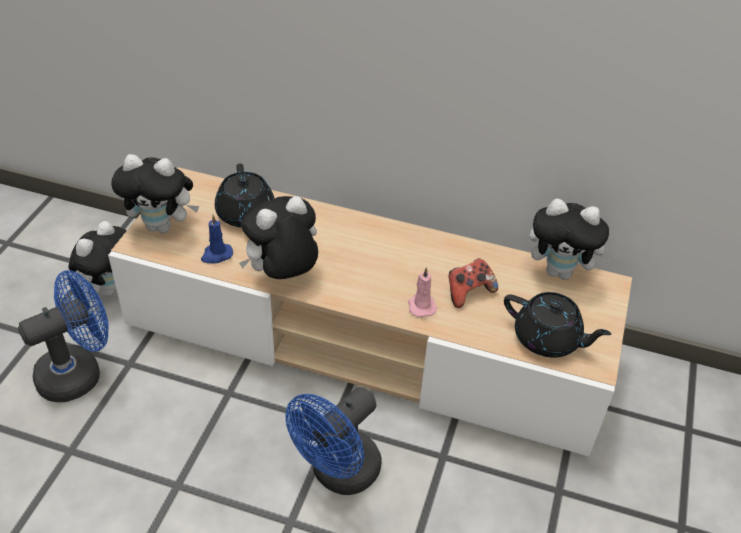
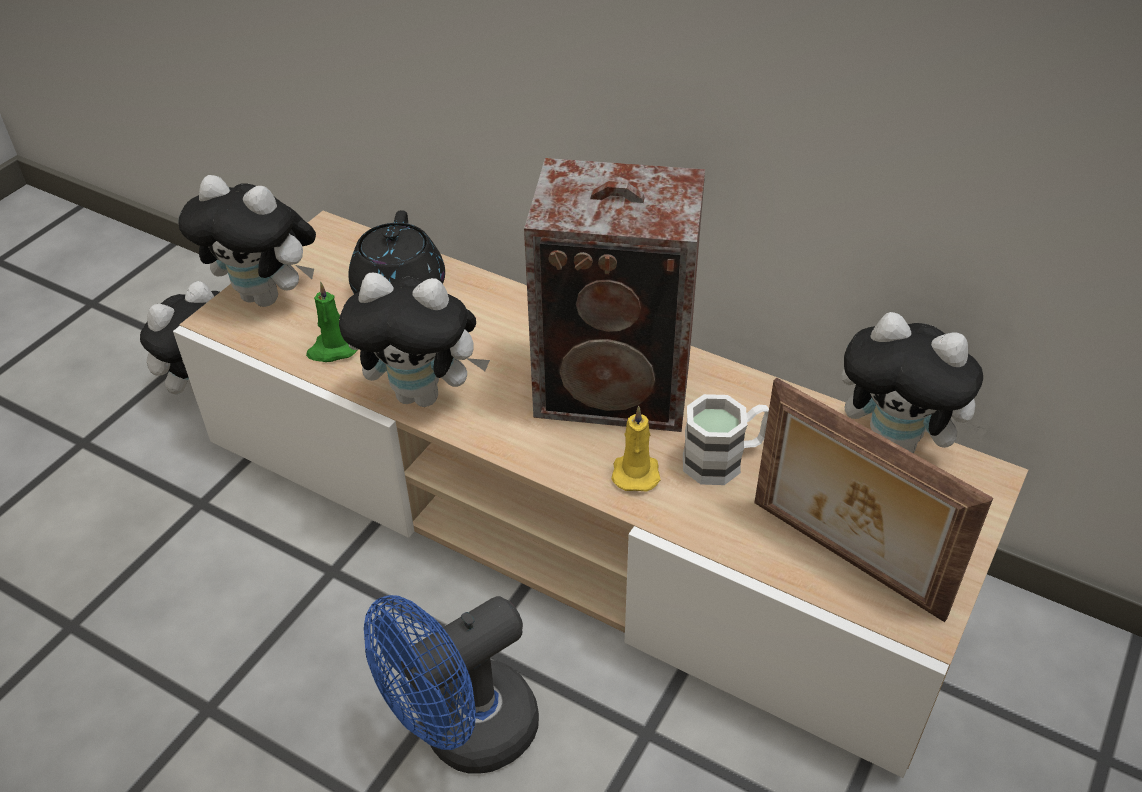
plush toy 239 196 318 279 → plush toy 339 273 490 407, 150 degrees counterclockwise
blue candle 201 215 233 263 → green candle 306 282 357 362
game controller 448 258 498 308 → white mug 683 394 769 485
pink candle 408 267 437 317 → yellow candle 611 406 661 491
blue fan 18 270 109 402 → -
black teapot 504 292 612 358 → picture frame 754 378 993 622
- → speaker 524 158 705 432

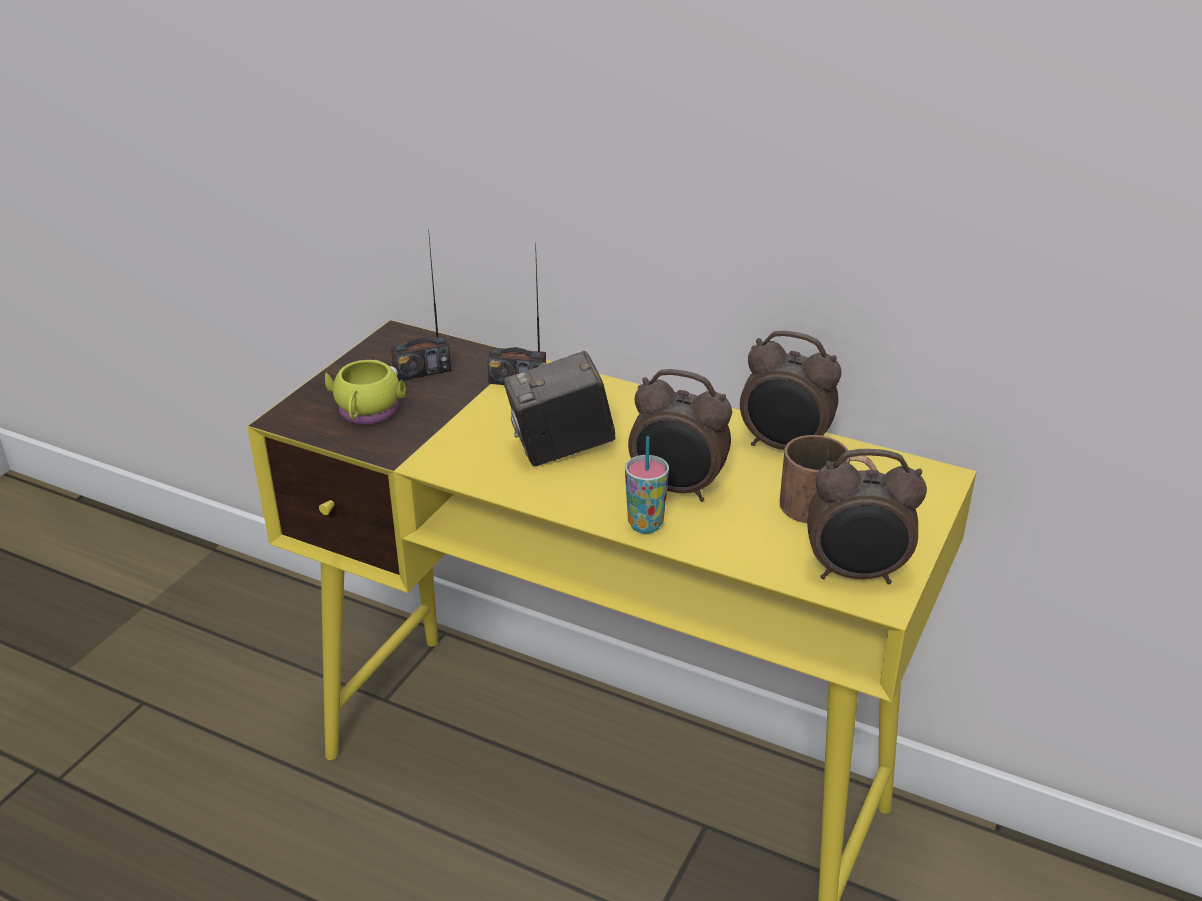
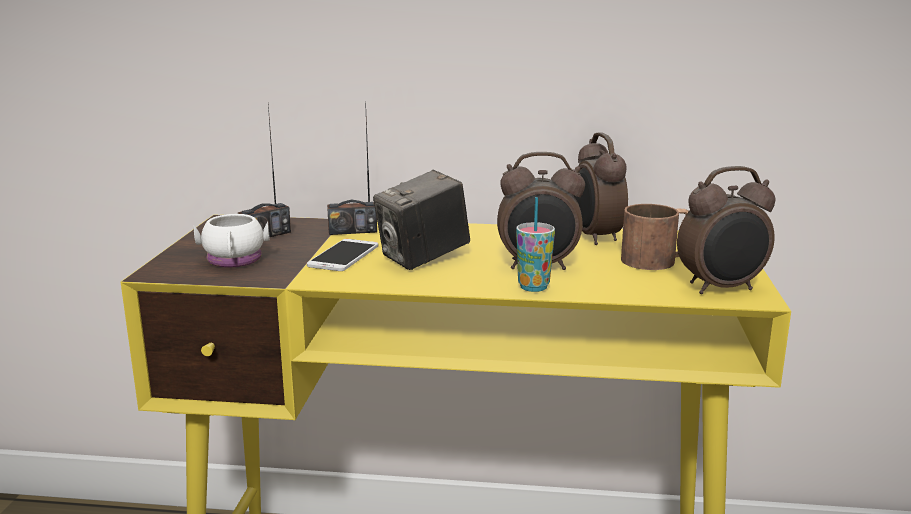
alarm clock 740 331 842 450 → alarm clock 573 132 628 245, 75 degrees clockwise
yellow mug 325 360 406 425 → white mug 194 214 269 267
- → phone 307 239 378 271

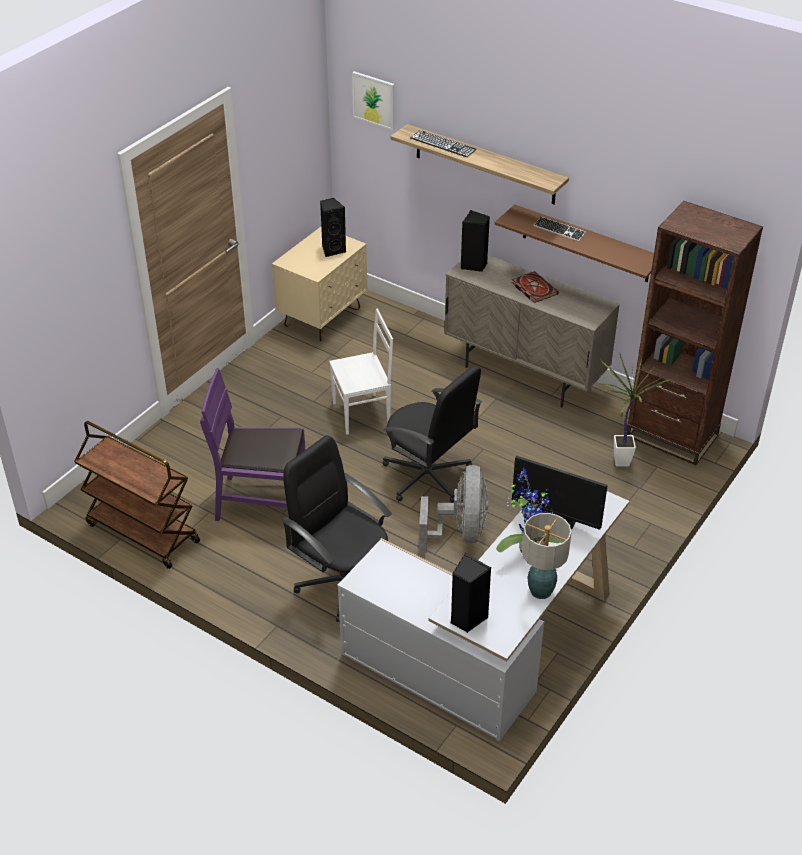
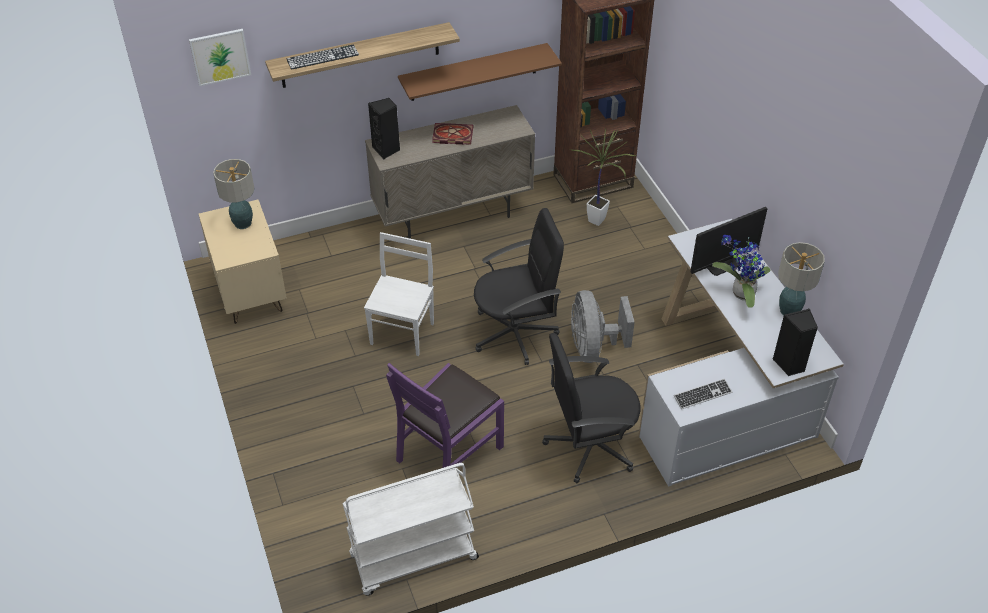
black speaker 320 198 346 257 → table lamp 213 159 254 229
keyboard 533 216 586 241 → keyboard 674 378 732 409, relocated
brown cart 74 421 200 569 → white cart 342 463 479 596
grey fan 419 465 488 553 → grey fan 571 290 635 363, 135 degrees counterclockwise

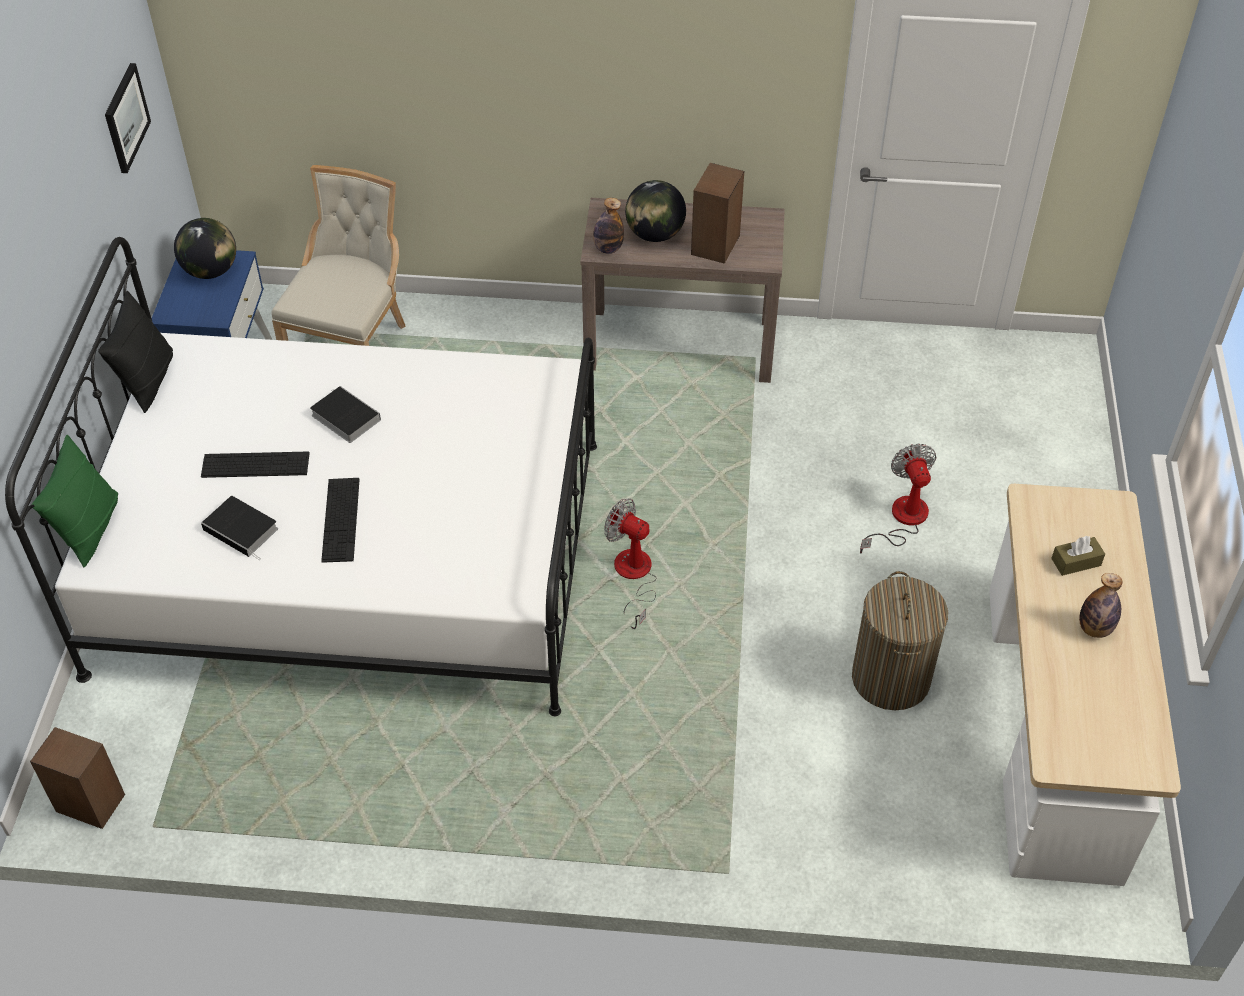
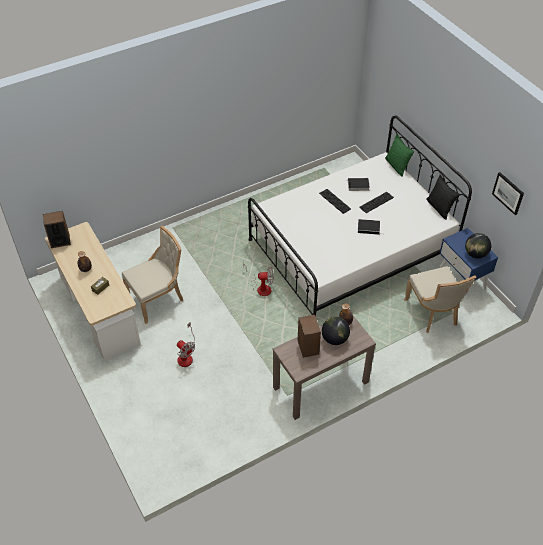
laundry basket 852 571 948 710 → beige chair 122 226 183 324
speaker 30 727 125 829 → speaker 43 211 71 248, relocated

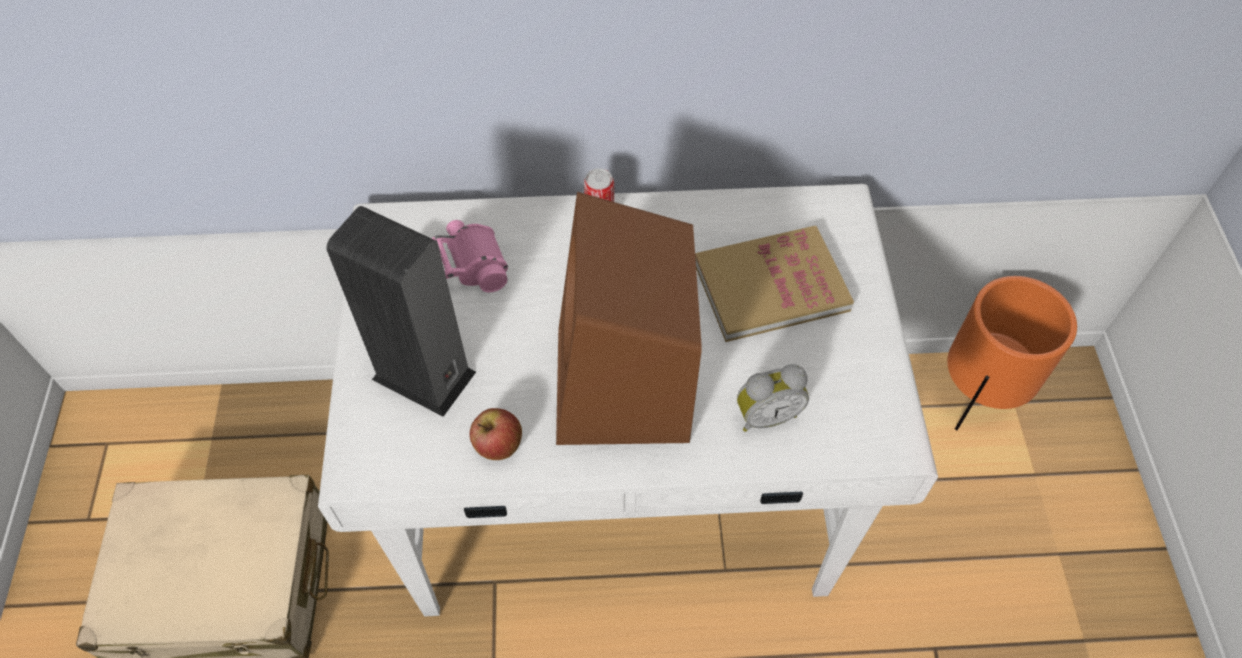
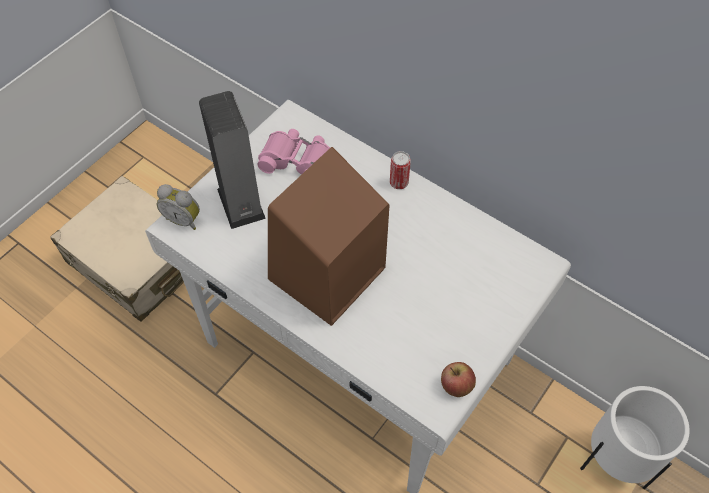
book 695 226 854 342 → -
orange planter 947 276 1077 430 → white planter 580 386 690 490
alarm clock 737 364 809 432 → alarm clock 157 184 200 230, relocated
apple 470 408 522 460 → apple 441 362 476 397, relocated

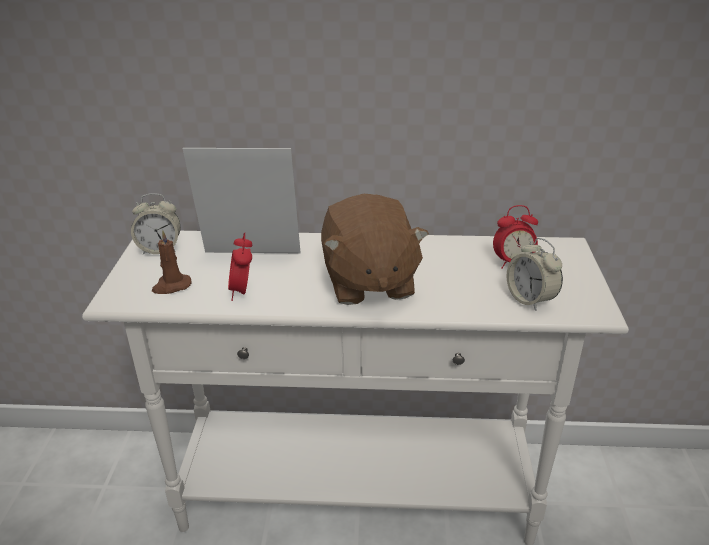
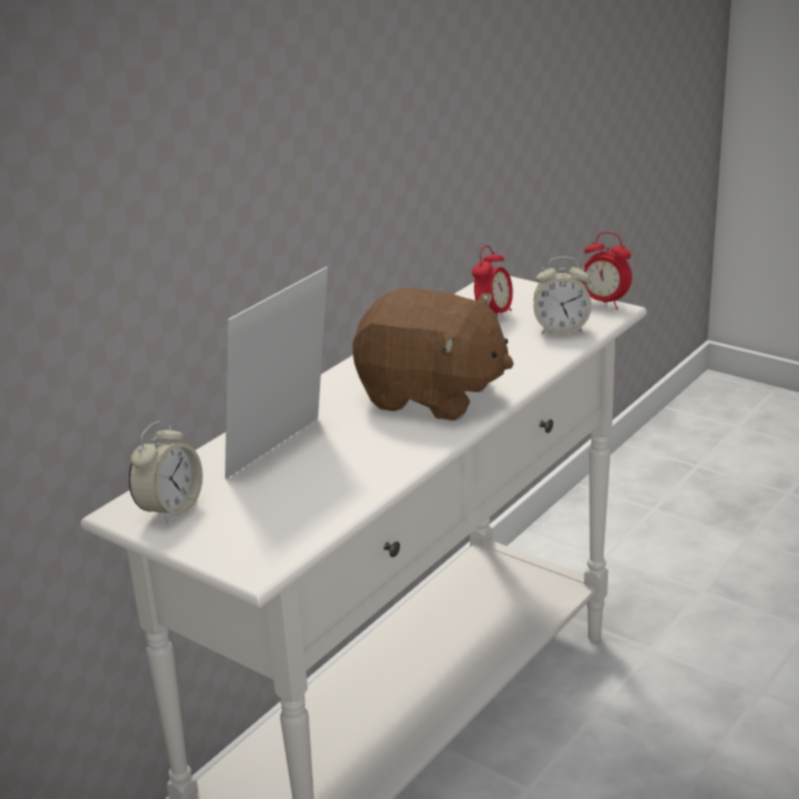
brown candle 152 230 192 294 → -
alarm clock 228 232 252 301 → alarm clock 583 232 632 309, relocated

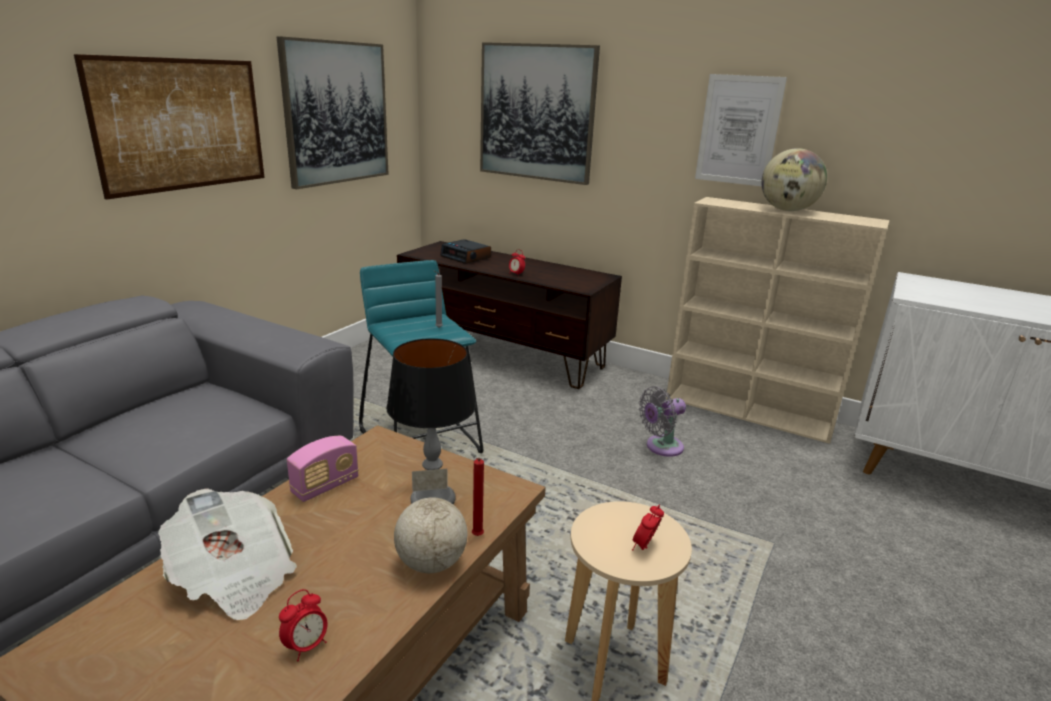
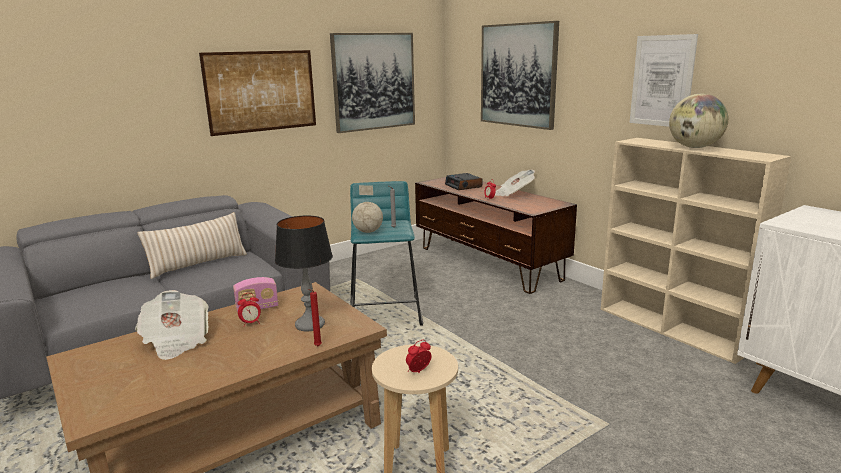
grey fan 639 386 686 457 → -
globe 394 469 467 573 → globe 352 185 383 233, relocated
alarm clock 279 589 328 661 → alarm clock 238 293 261 327, relocated
- → newspaper 495 170 535 196
- → beige pillow 137 212 247 279

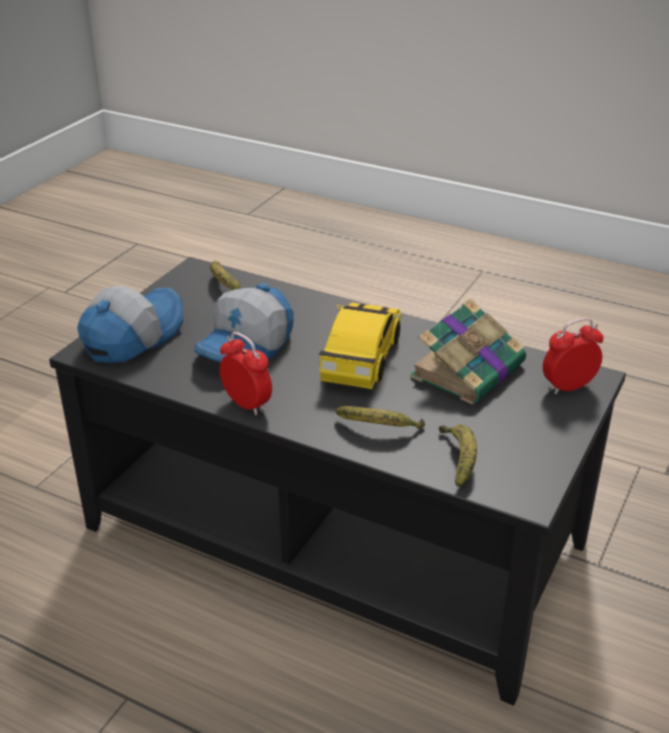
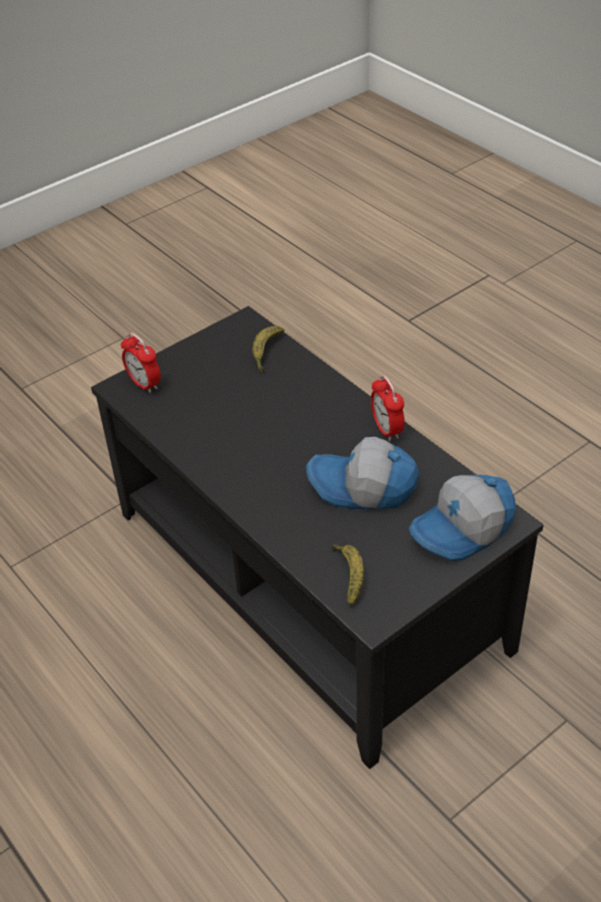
cap 194 283 294 362 → cap 306 437 419 509, 135 degrees counterclockwise
book 410 298 526 405 → -
toy car 319 303 402 389 → -
alarm clock 543 318 604 394 → alarm clock 121 333 161 393, 45 degrees clockwise
banana 335 406 425 428 → -

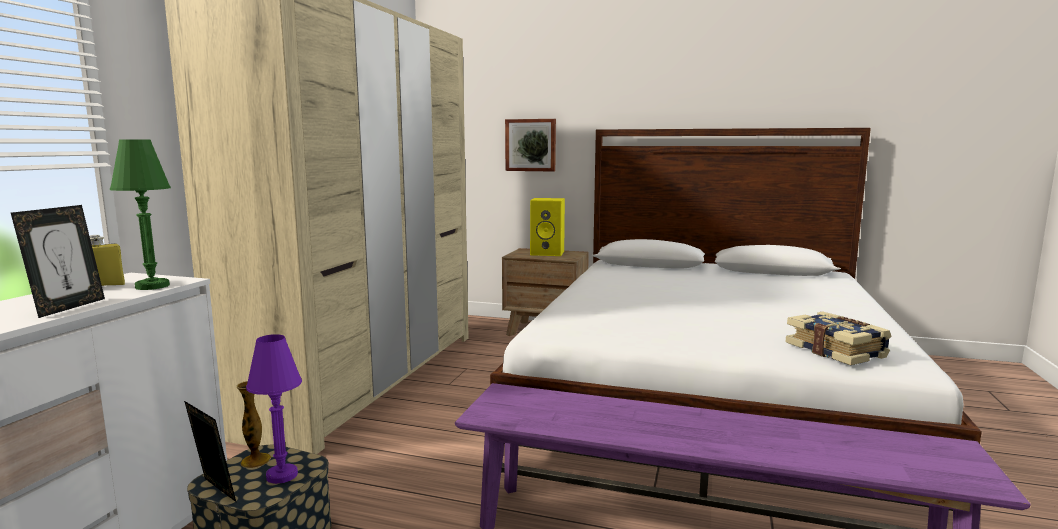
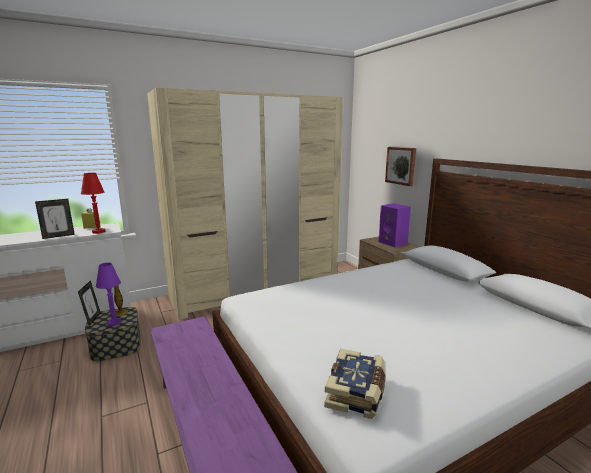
green table lamp 110 140 171 290 → red table lamp 81 173 106 234
yellow speaker 530 198 565 256 → purple speaker 378 203 411 247

